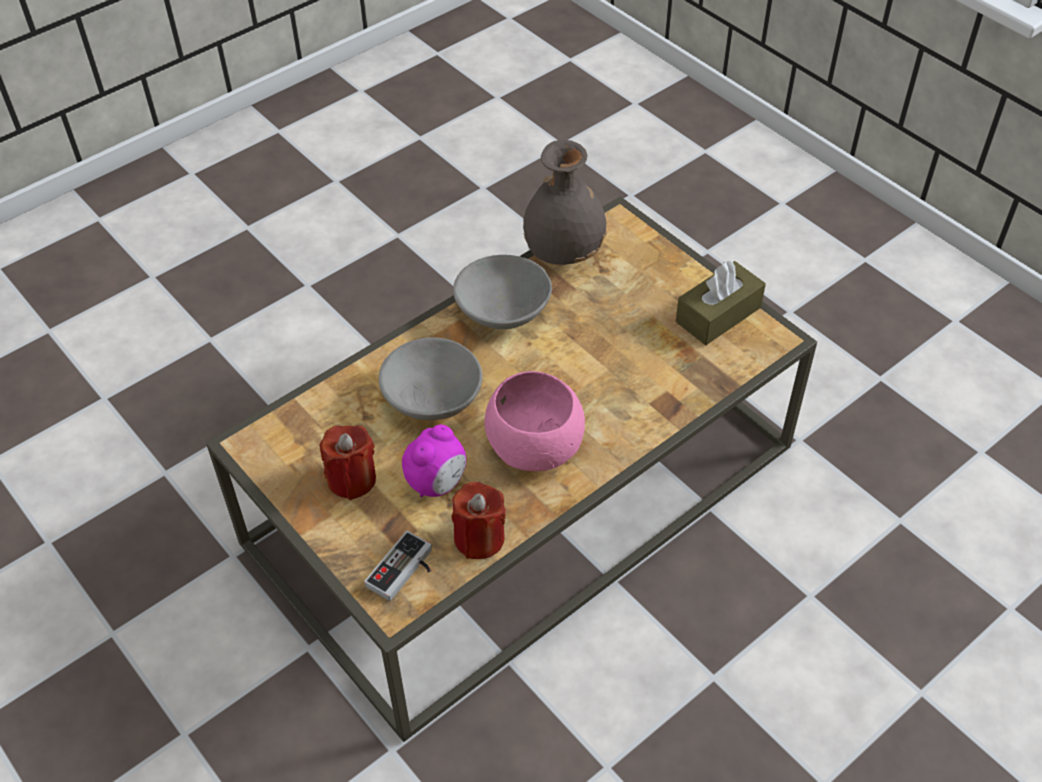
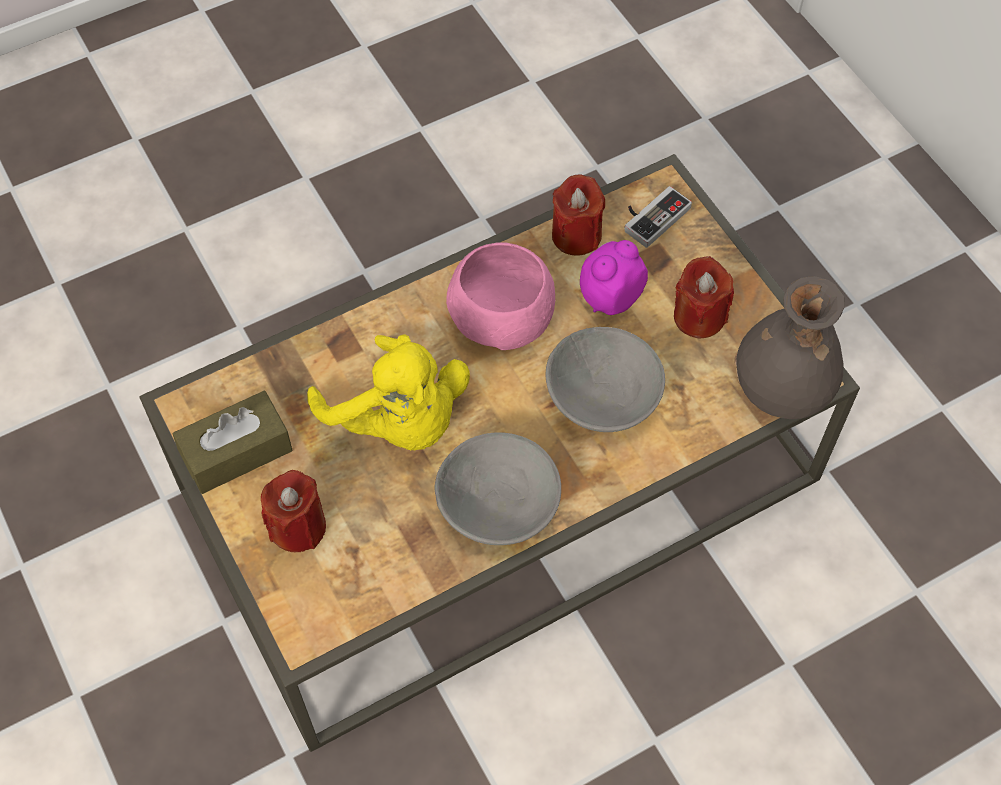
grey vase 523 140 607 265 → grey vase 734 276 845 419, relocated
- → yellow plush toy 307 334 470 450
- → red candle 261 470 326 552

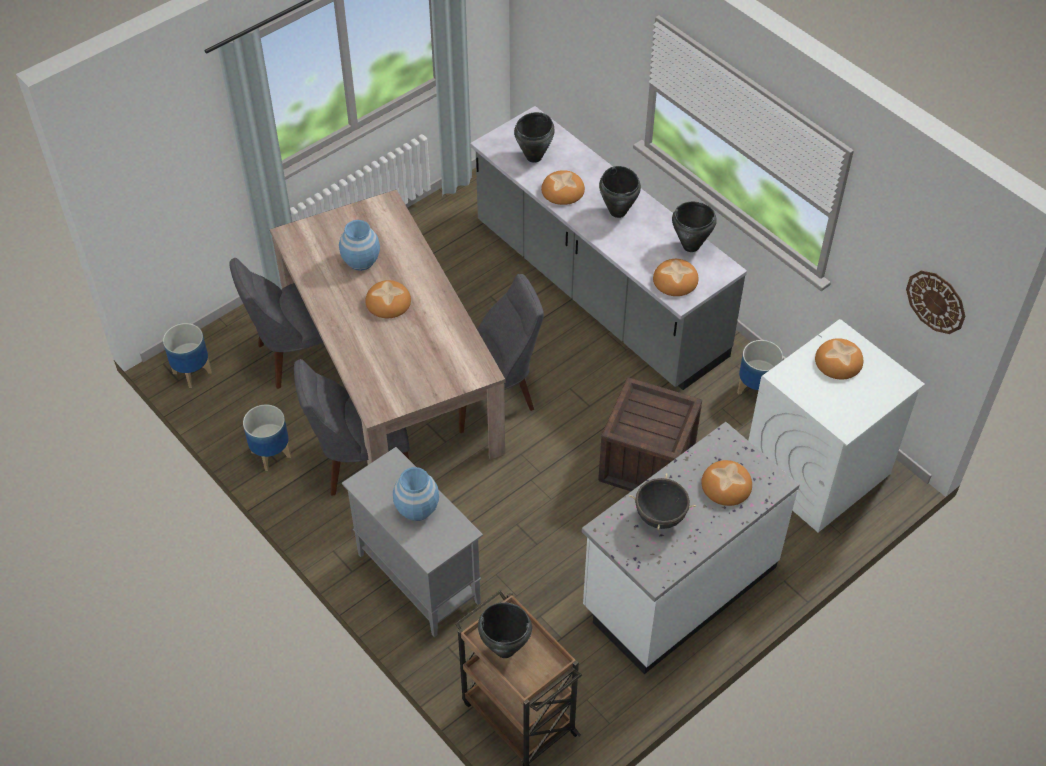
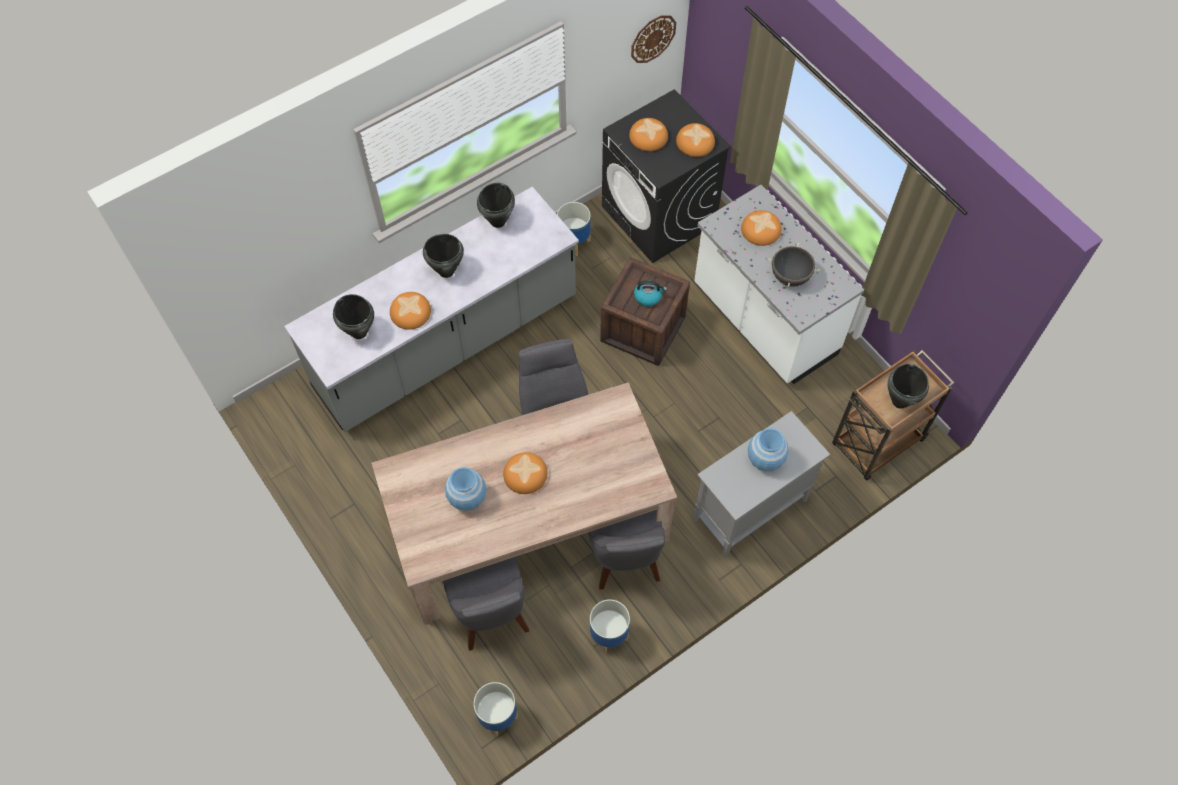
bread 653 259 699 296 → bread 676 123 715 157, relocated
white washing machine 748 319 925 532 → black washing machine 602 89 731 263
- → kettle 634 280 667 307

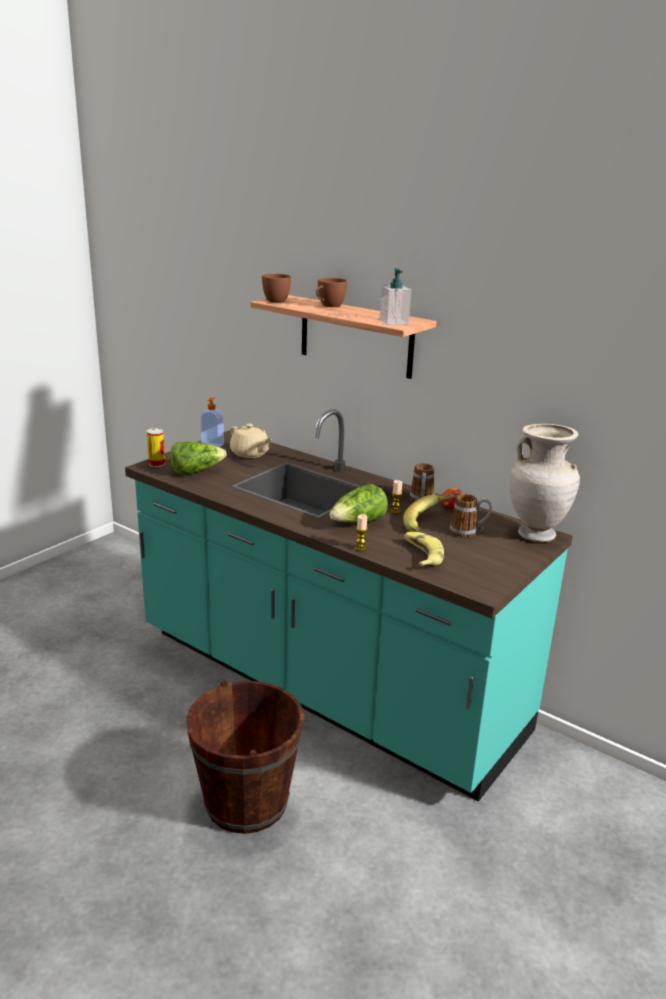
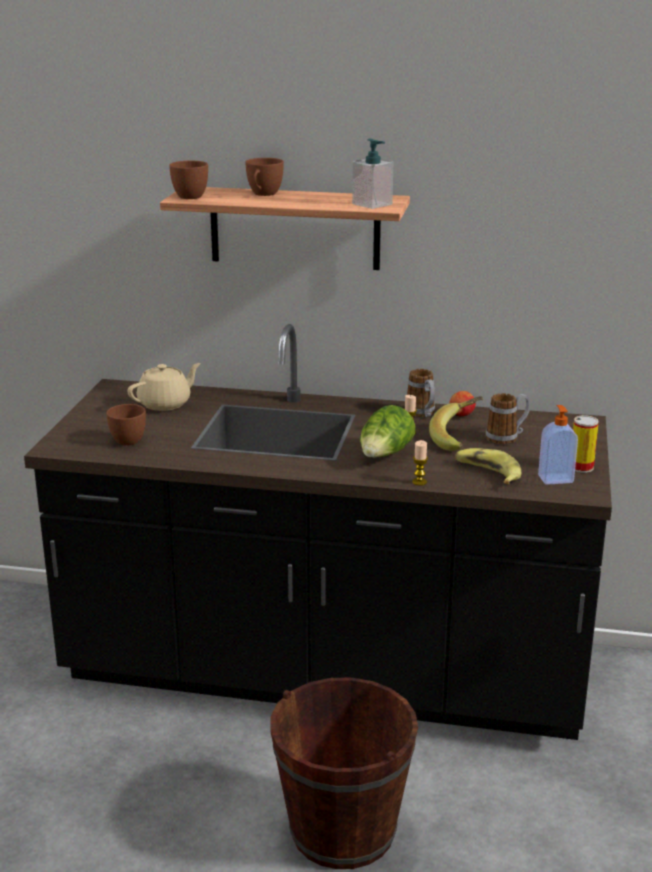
soap dispenser 200 397 224 447 → soap dispenser 538 405 578 485, relocated
turquoise counter 125 409 573 802 → black counter 24 324 612 740
beige teapot 230 423 272 458 → beige teapot 127 363 201 411, 60 degrees counterclockwise
beige vase 509 424 580 542 → -
can 147 428 165 467 → can 573 415 599 473, relocated
lettuce 170 442 227 475 → brown cup 106 404 146 446

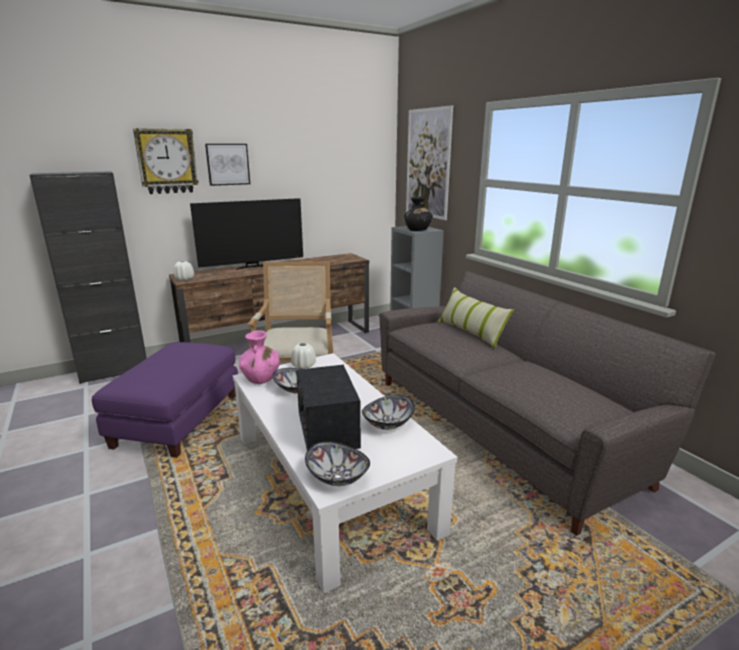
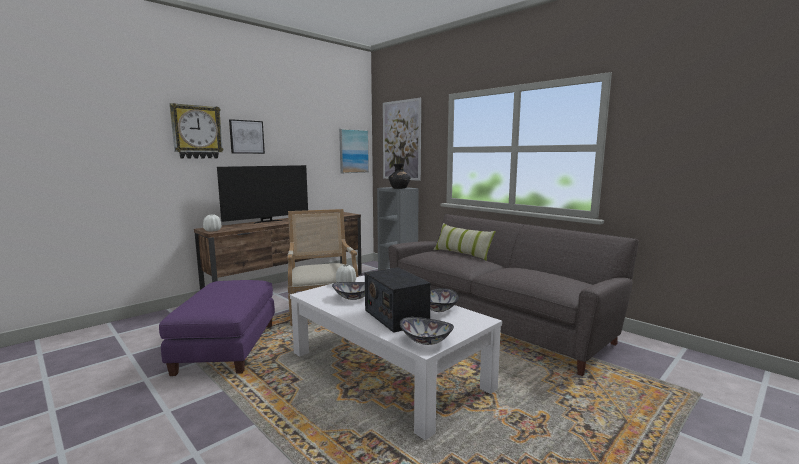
black cabinet 29 171 147 384 → -
pink vase 239 330 280 384 → -
- → picture 339 129 369 173

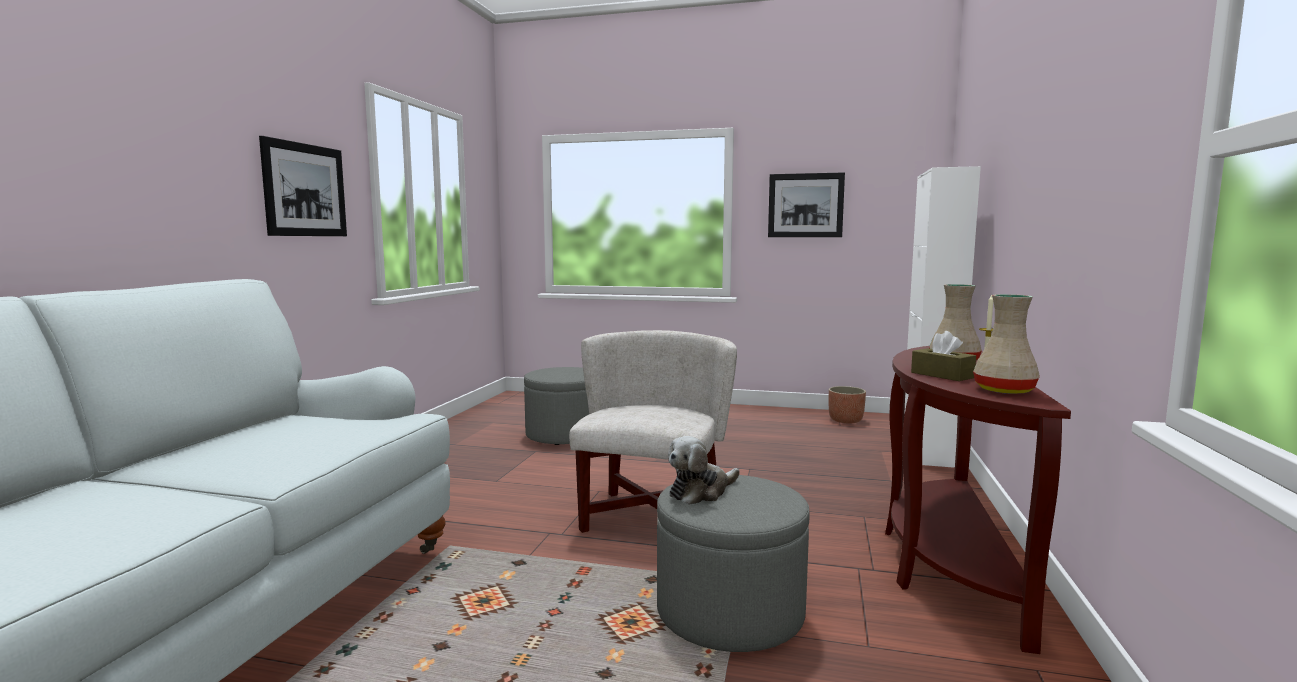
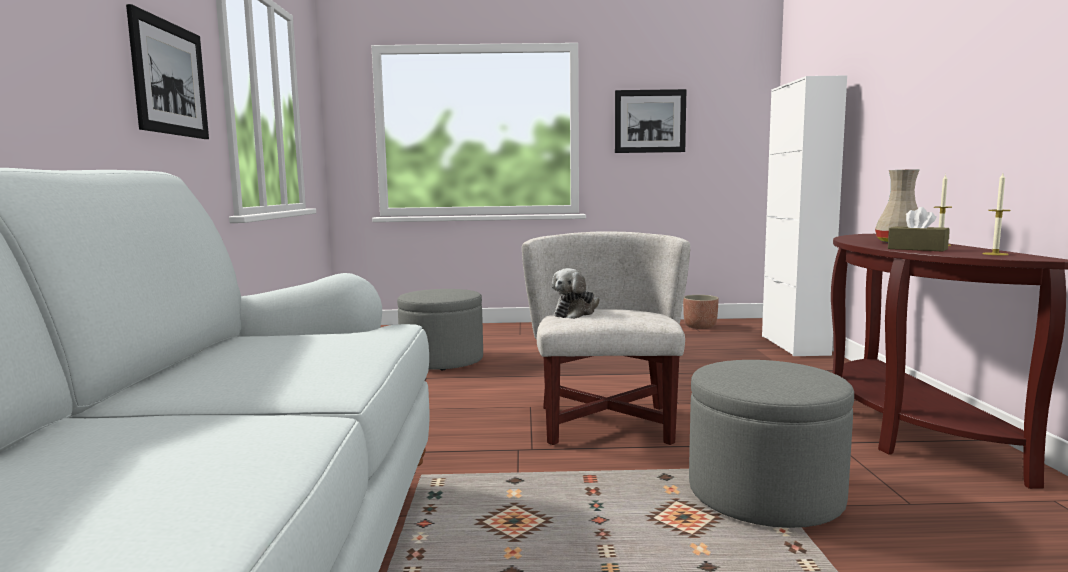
beige vase 973 294 1040 394 → candle 982 173 1011 255
plush toy 668 436 740 505 → plush toy 552 268 600 319, relocated

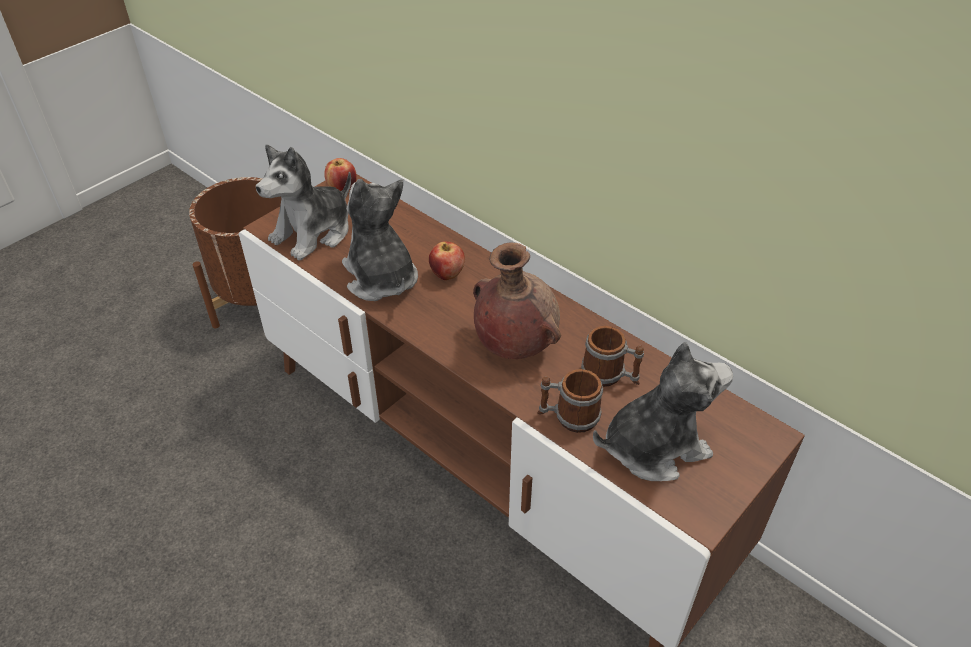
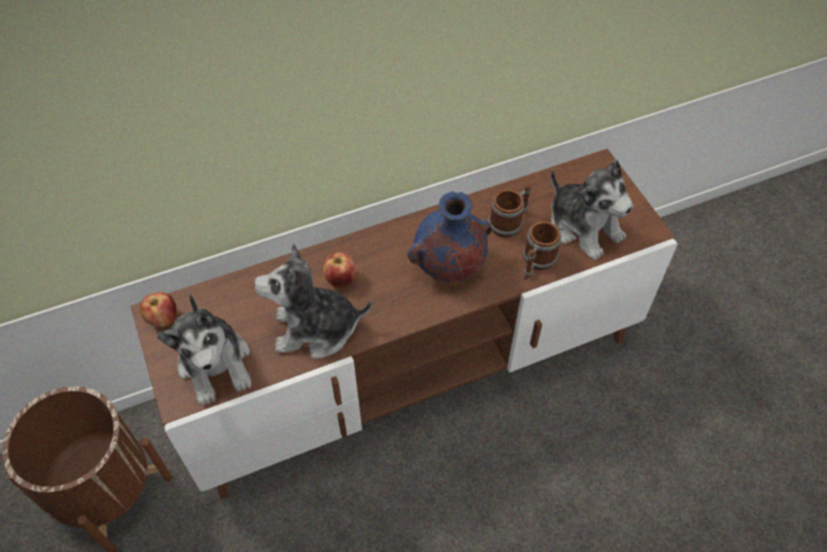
brown vase 473 243 561 359 → blue vase 407 191 493 282
plush toy 593 342 733 481 → plush toy 551 160 633 260, 135 degrees clockwise

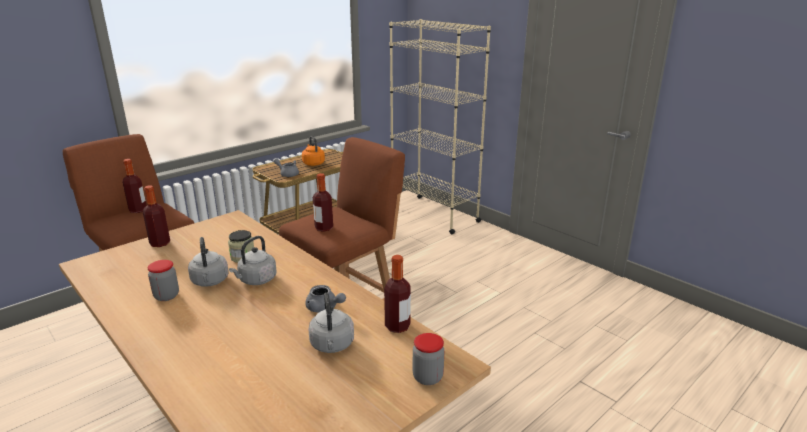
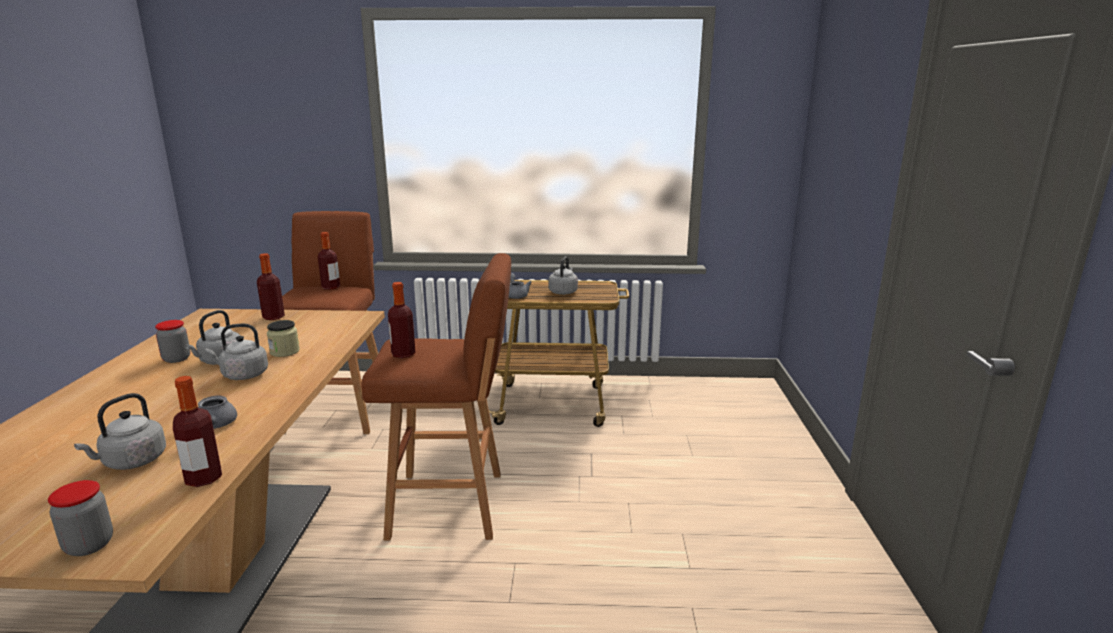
beige bookcase 389 19 491 234 → -
orange kettle 302 136 325 166 → grey kettle 548 256 578 295

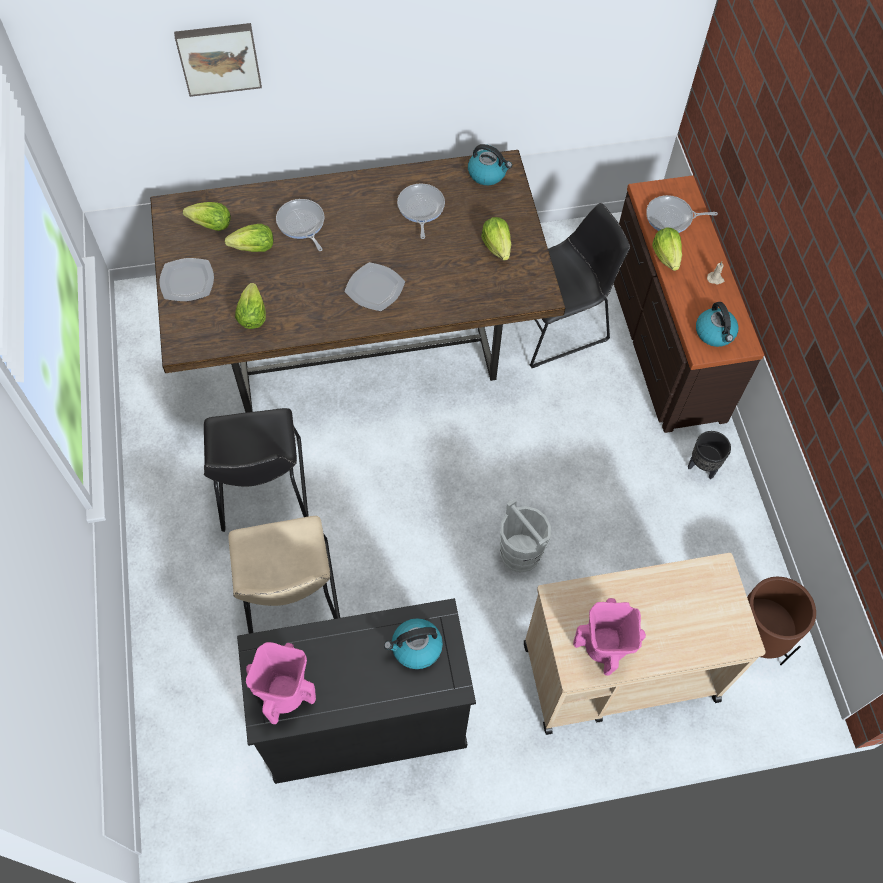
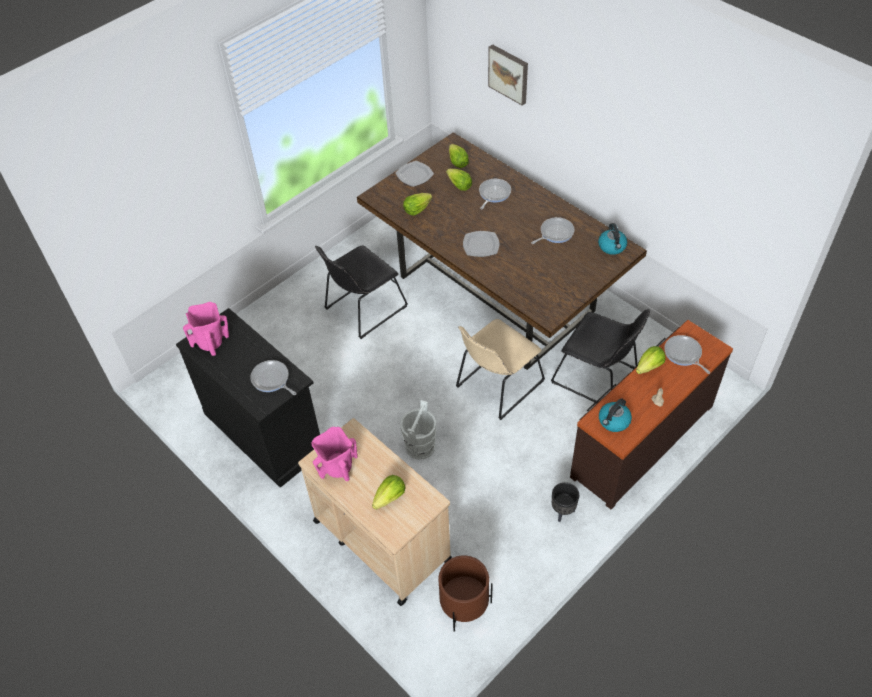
lettuce 481 217 511 261 → lettuce 372 475 406 510, relocated
beige chair 228 516 340 634 → beige chair 456 319 545 420, relocated
kettle 384 618 443 669 → frying pan 250 360 297 395

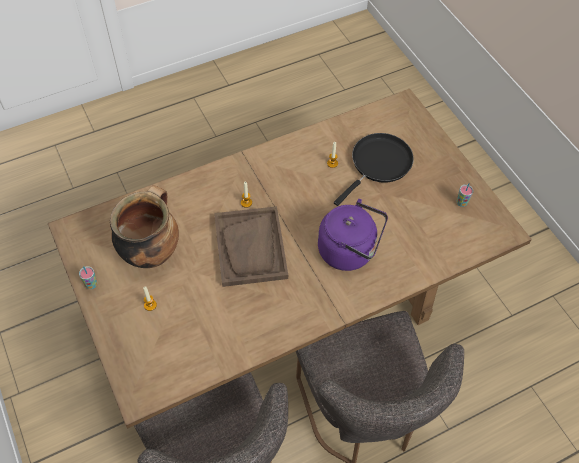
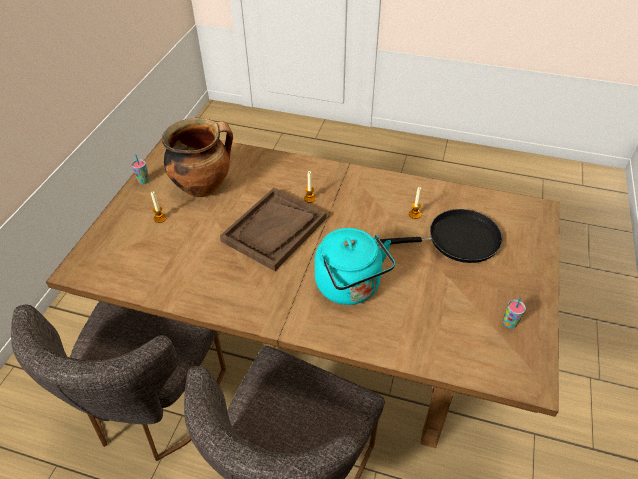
purple kettle 318 199 388 271 → turquoise kettle 315 228 395 305

